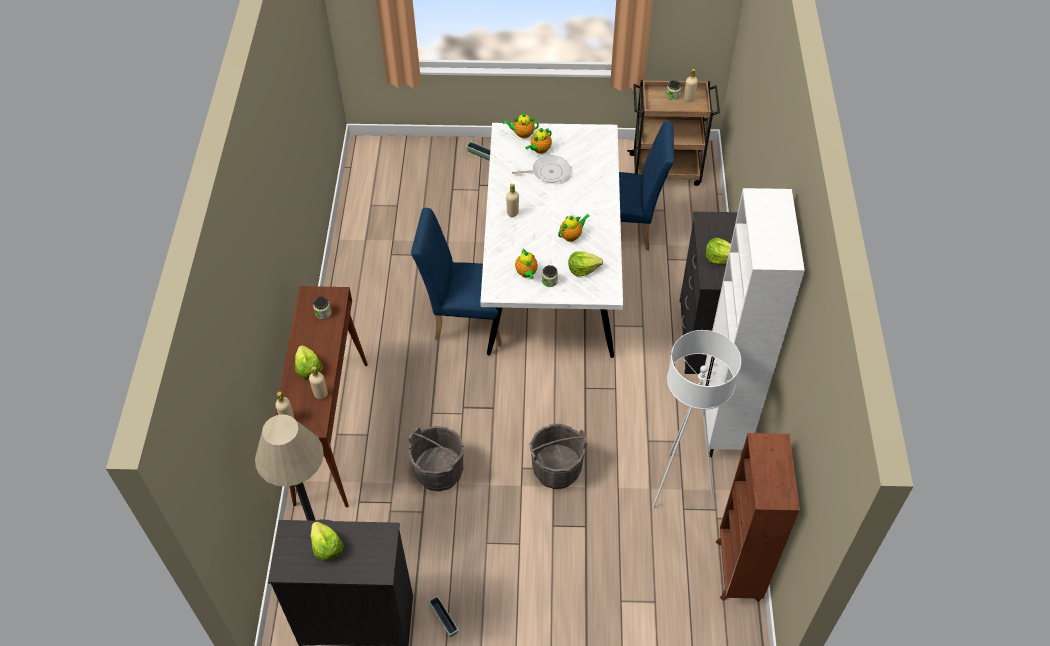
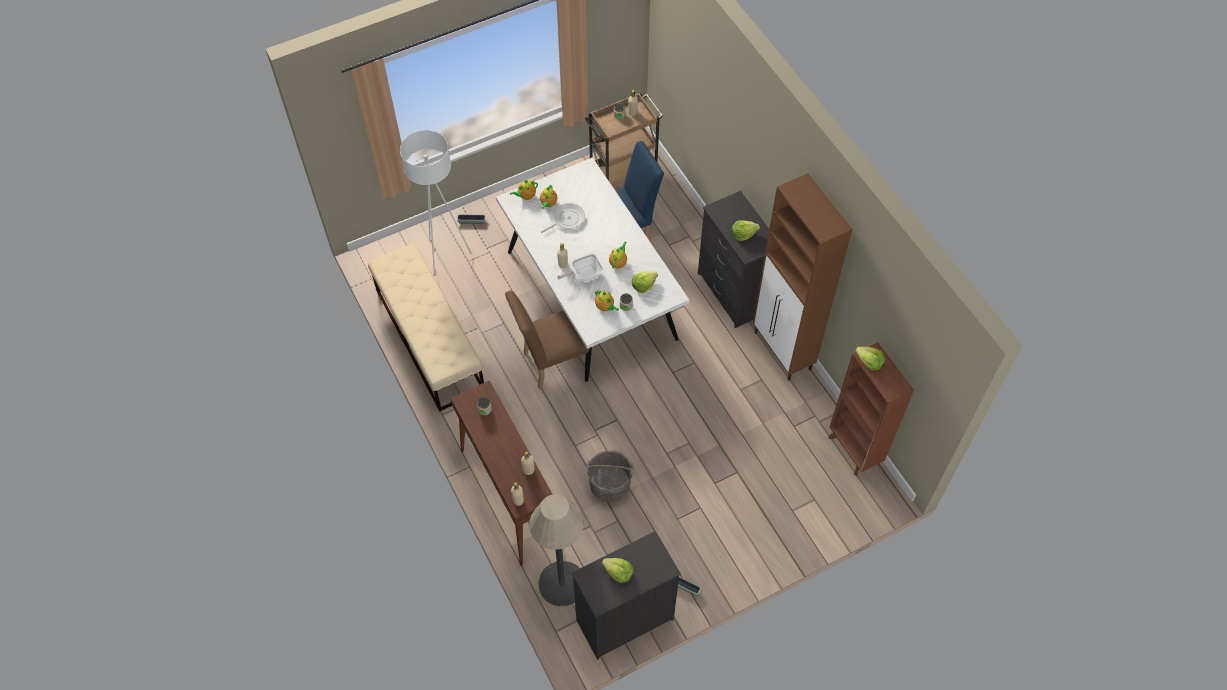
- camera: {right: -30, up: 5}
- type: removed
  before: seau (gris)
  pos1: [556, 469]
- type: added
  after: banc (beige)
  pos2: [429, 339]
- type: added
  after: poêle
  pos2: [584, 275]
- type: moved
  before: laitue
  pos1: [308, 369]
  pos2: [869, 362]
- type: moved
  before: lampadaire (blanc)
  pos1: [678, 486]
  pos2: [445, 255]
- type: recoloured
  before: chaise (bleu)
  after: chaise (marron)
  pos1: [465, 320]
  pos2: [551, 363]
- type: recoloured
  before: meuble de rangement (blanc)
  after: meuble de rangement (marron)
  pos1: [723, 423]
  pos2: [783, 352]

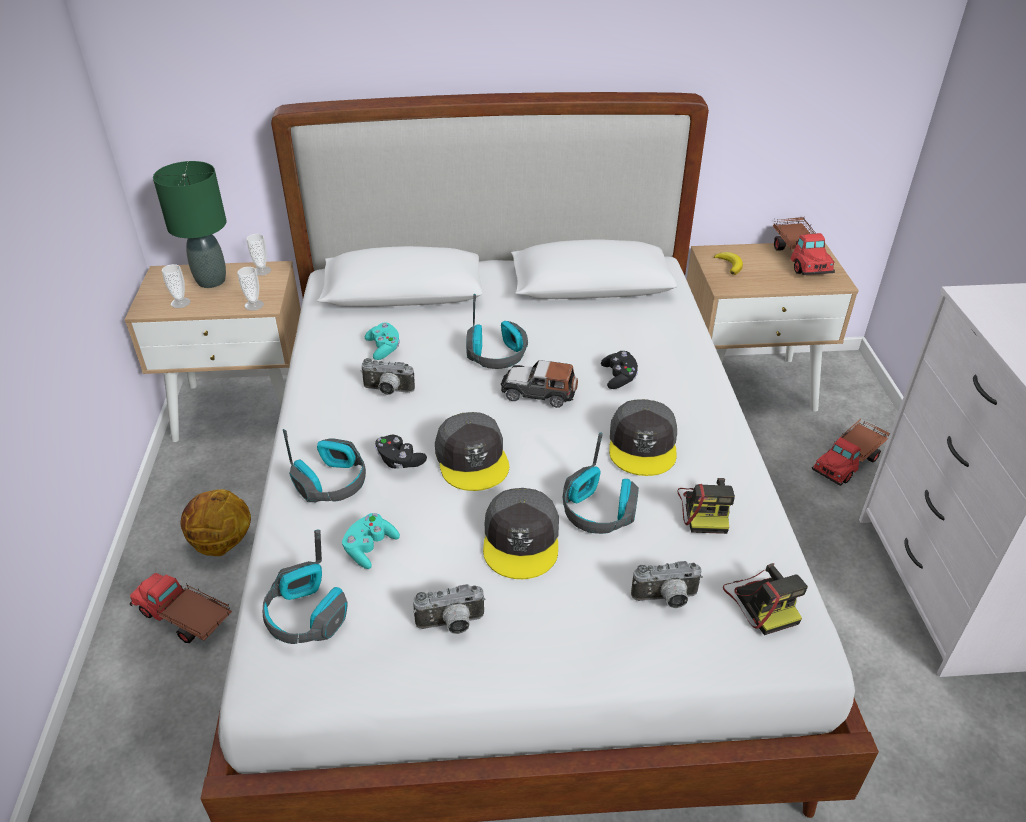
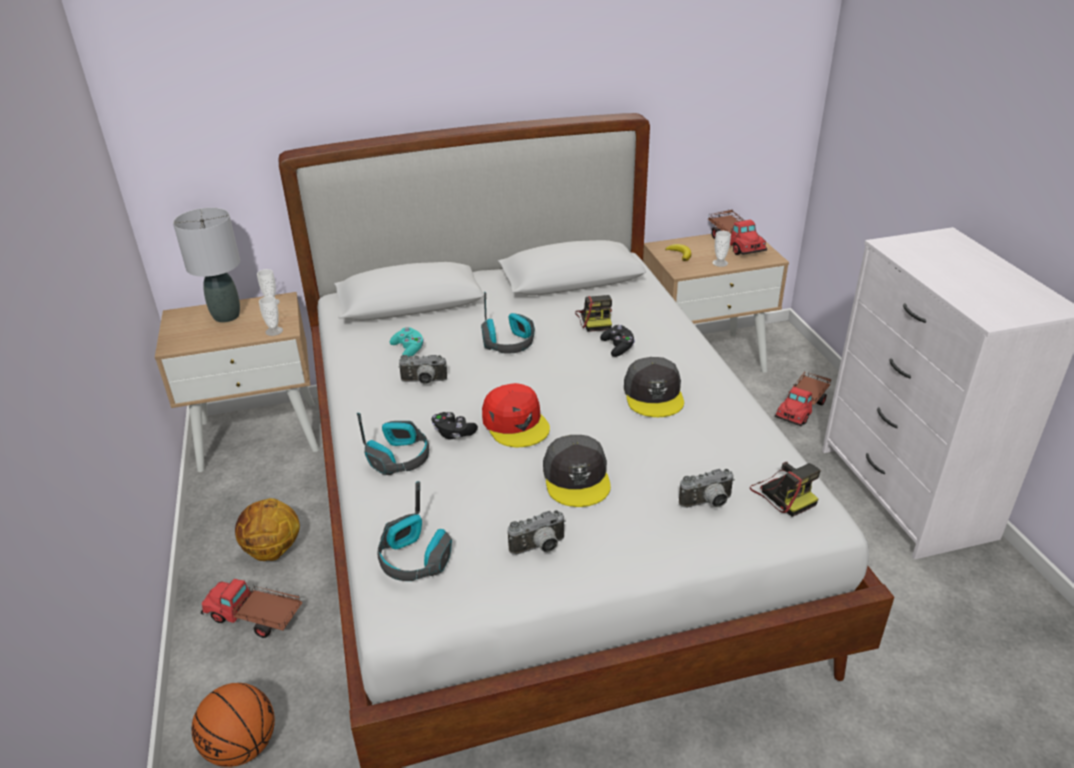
- camera: {right: -10, up: -5}
- type: removed
  before: manette (turquoise)
  pos1: [370, 548]
- type: removed
  before: petite voiture
  pos1: [539, 392]
- type: removed
  before: casque audio
  pos1: [598, 511]
- type: added
  after: ballon de basket
  pos2: [242, 746]
- type: moved
  before: tasse
  pos1: [180, 303]
  pos2: [720, 263]
- type: moved
  before: appareil photo
  pos1: [706, 509]
  pos2: [595, 319]
- type: recoloured
  before: lampe de table (vert)
  after: lampe de table (gris)
  pos1: [211, 281]
  pos2: [226, 316]
- type: recoloured
  before: casquette (gris)
  after: casquette (rouge)
  pos1: [472, 458]
  pos2: [516, 423]

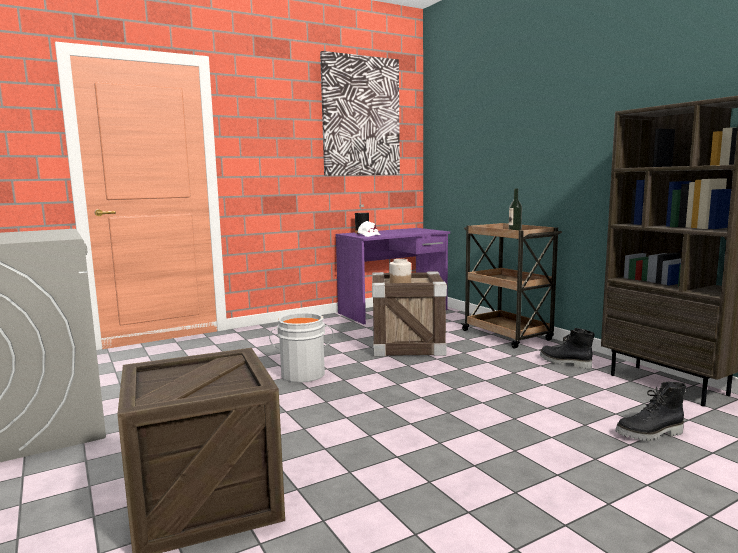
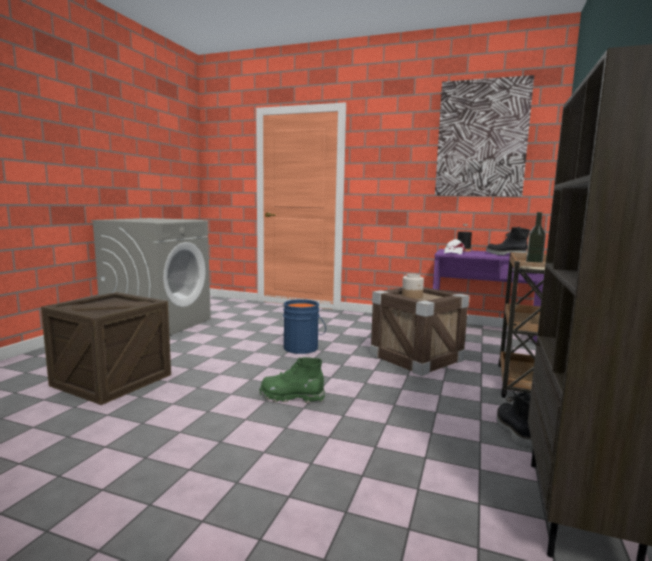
- camera: {right: 50, up: 0}
- type: added
  after: botte (vert)
  pos2: [291, 397]
- type: moved
  before: botte (noir)
  pos1: [650, 434]
  pos2: [505, 255]
- type: recoloured
  before: seau (gris)
  after: seau (bleu)
  pos1: [303, 374]
  pos2: [302, 347]

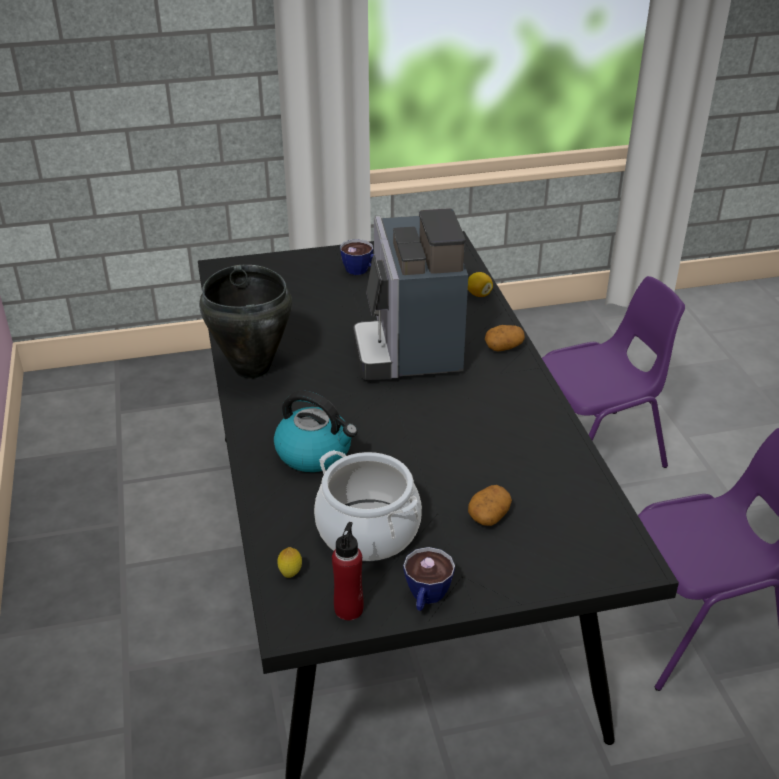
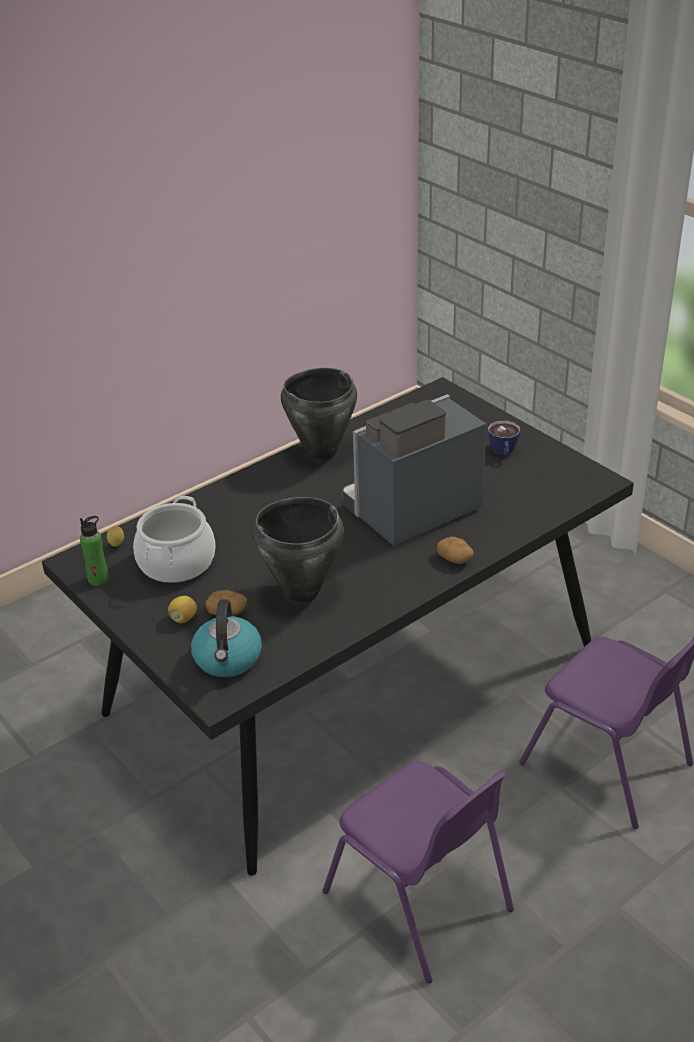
- camera: {right: 65, up: 0}
- type: removed
  before: tasse
  pos1: [426, 598]
- type: added
  after: marmite (noir)
  pos2: [300, 592]
- type: moved
  before: bouilloire
  pos1: [315, 453]
  pos2: [228, 659]
- type: moved
  before: citron
  pos1: [478, 294]
  pos2: [183, 618]
- type: recoloured
  before: bouteille (rouge)
  after: bouteille (vert)
  pos1: [349, 609]
  pos2: [98, 579]

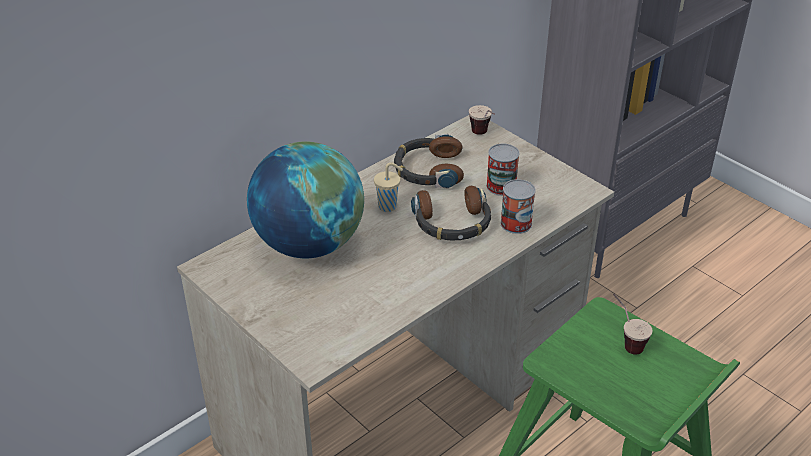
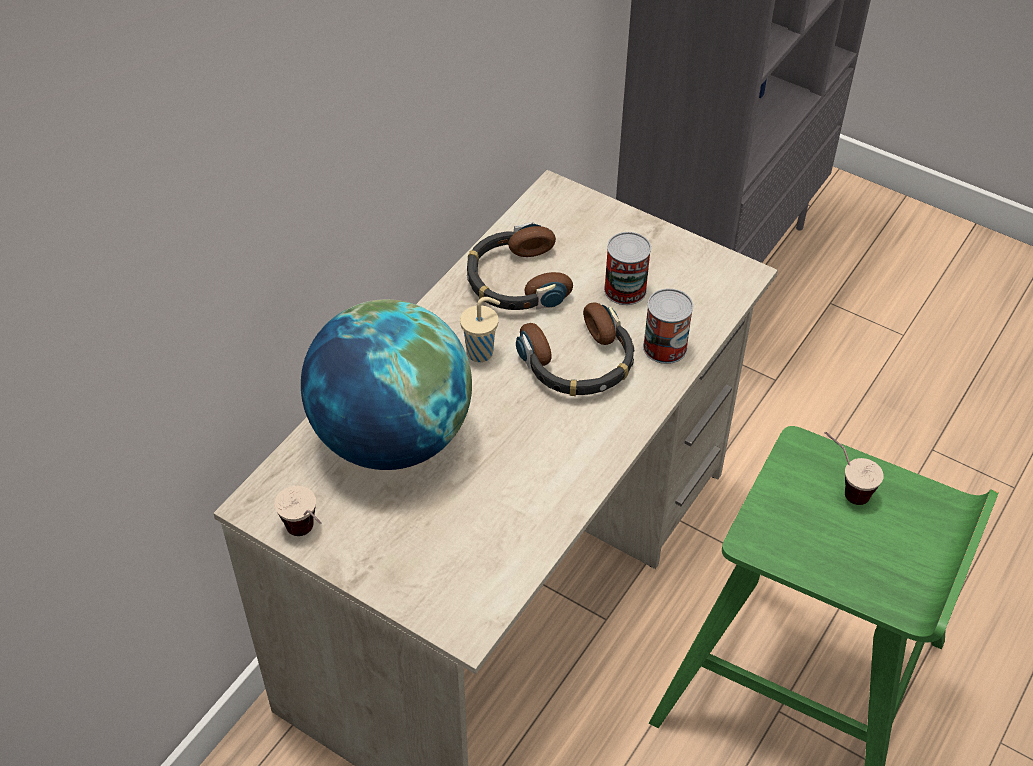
- camera: {right: -15, up: 10}
- type: moved
  before: tasse
  pos1: [483, 135]
  pos2: [308, 537]

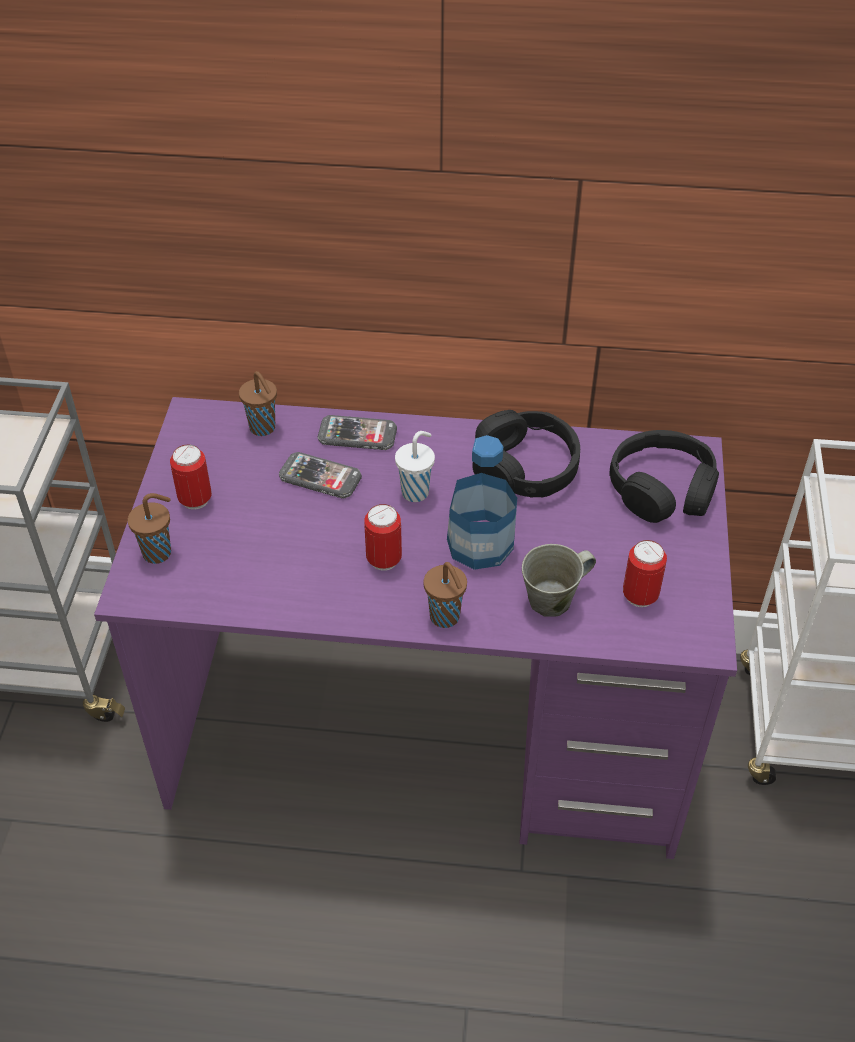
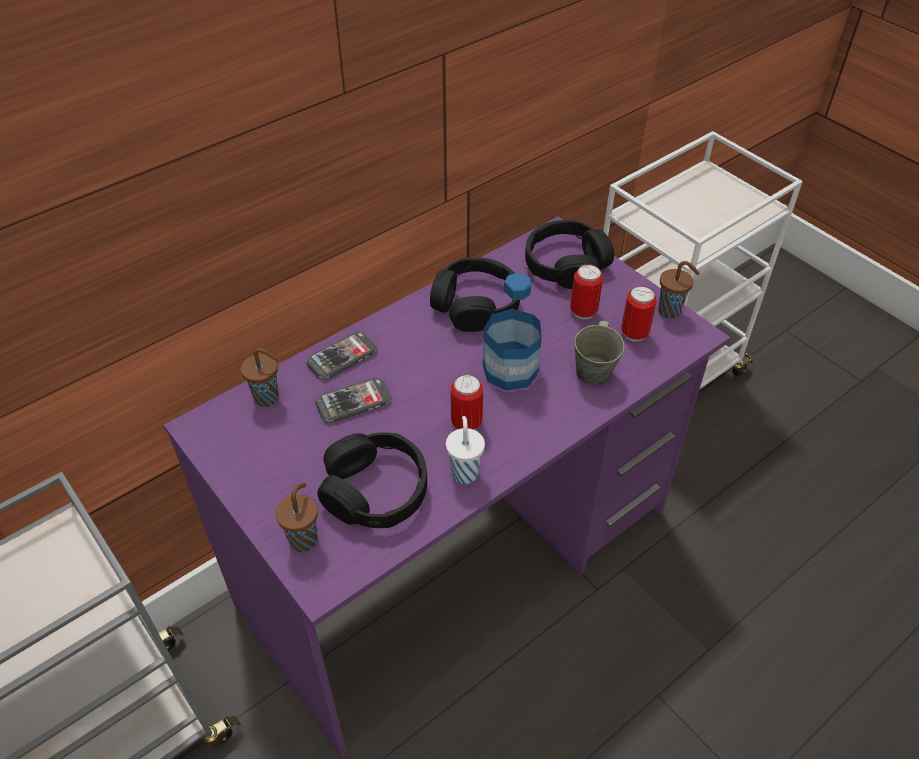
- camera: {right: -45, up: 0}
- type: added
  after: casque audio (noir)
  pos2: [375, 490]
- type: moved
  before: boîte métallique
  pos1: [195, 499]
  pos2: [583, 311]
- type: moved
  before: tasse (blanc)
  pos1: [416, 492]
  pos2: [464, 472]
- type: moved
  before: tasse (marron)
  pos1: [446, 618]
  pos2: [670, 311]

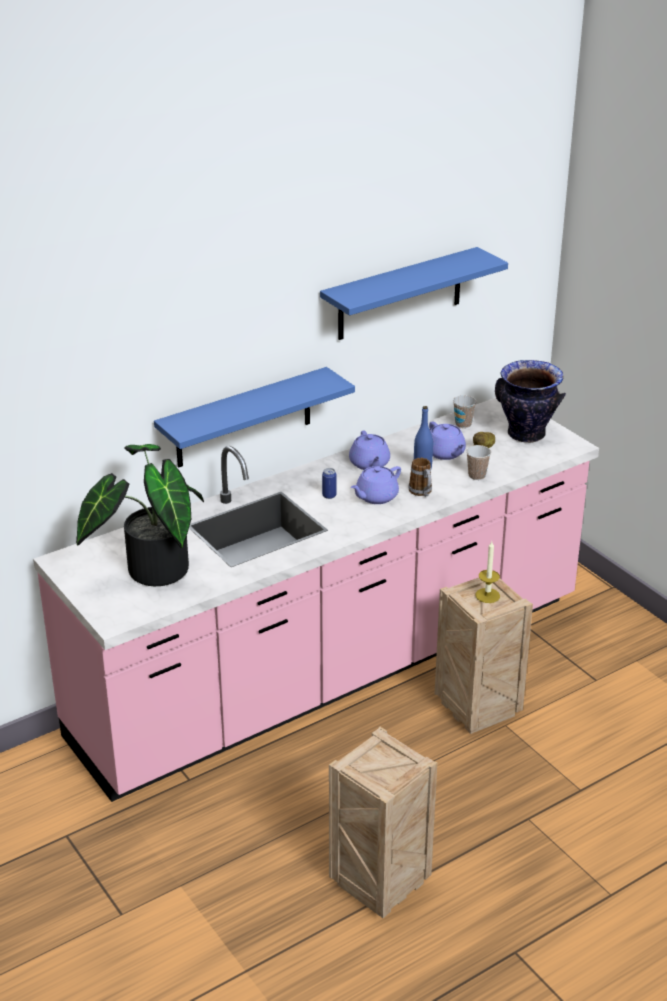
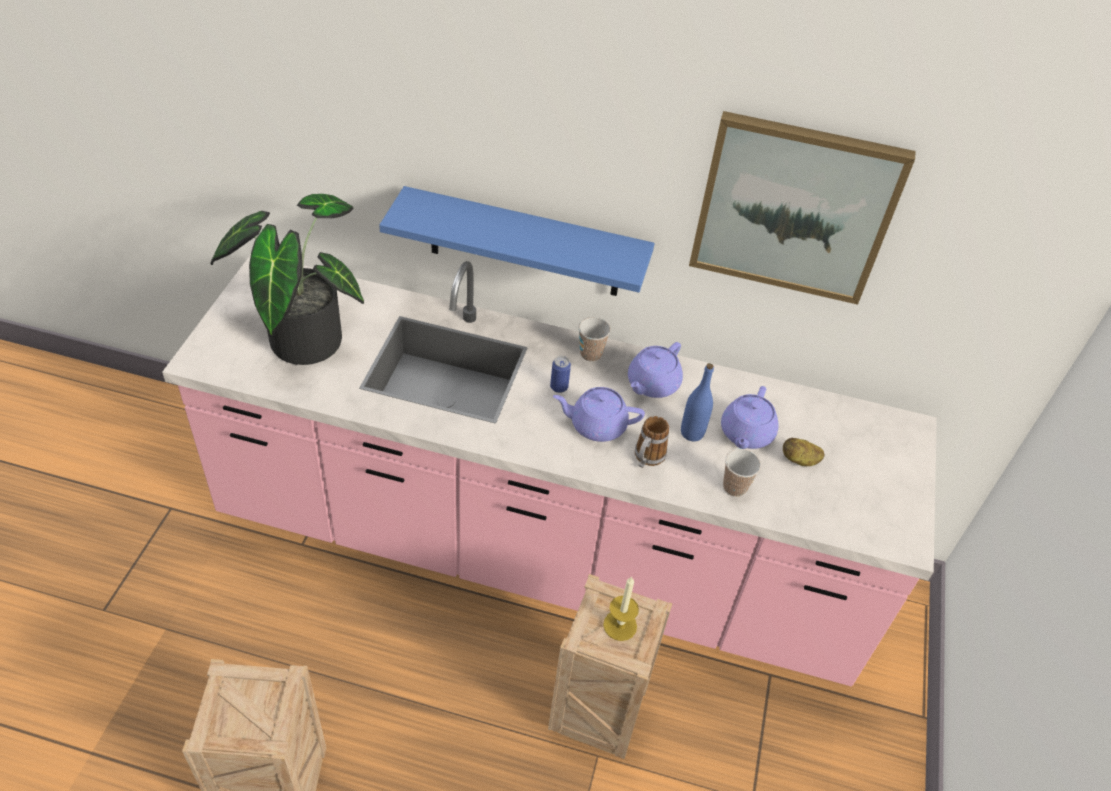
- camera: {right: 45, up: 15}
- type: removed
  before: vase
  pos1: [526, 435]
- type: moved
  before: tasse
  pos1: [463, 424]
  pos2: [591, 354]
- type: replaced
  before: étagère (bleu)
  after: tableau
  pos1: [400, 294]
  pos2: [794, 208]

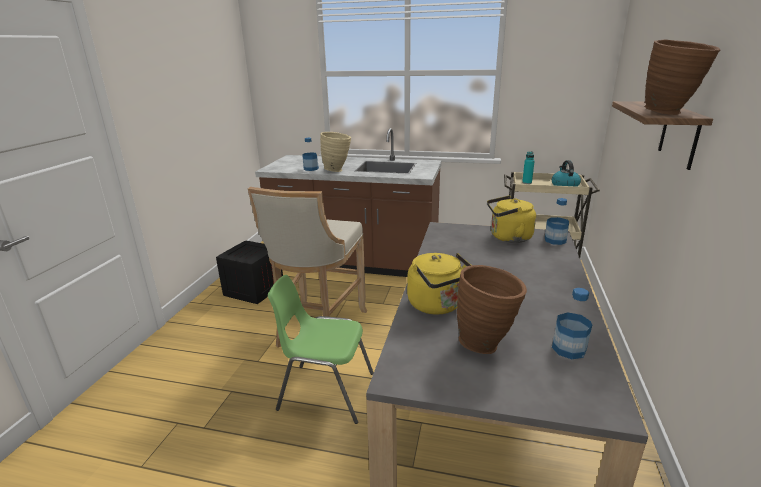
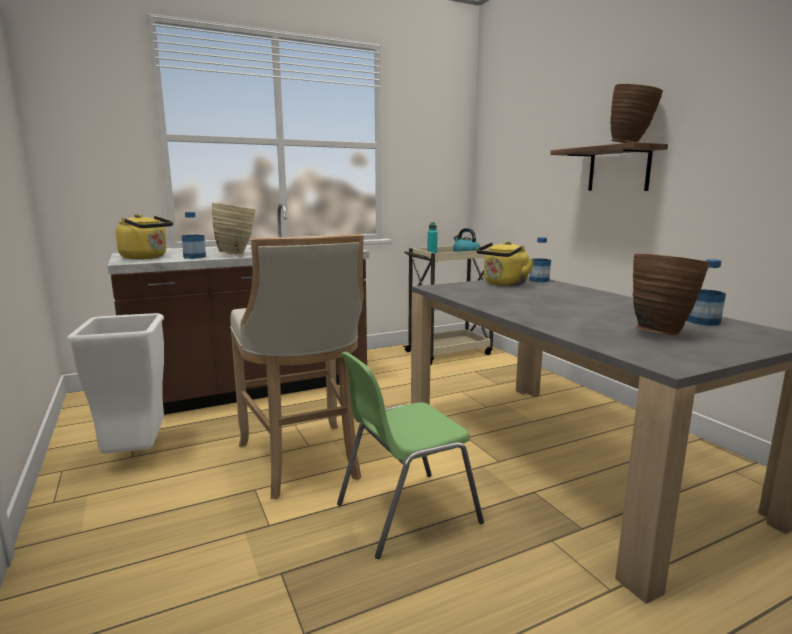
- camera: {right: -40, up: -10}
- type: moved
  before: bouilloire (jaune)
  pos1: [438, 305]
  pos2: [146, 257]
- type: replaced
  before: caisse
  after: poubelle (blanc)
  pos1: [254, 289]
  pos2: [136, 455]

